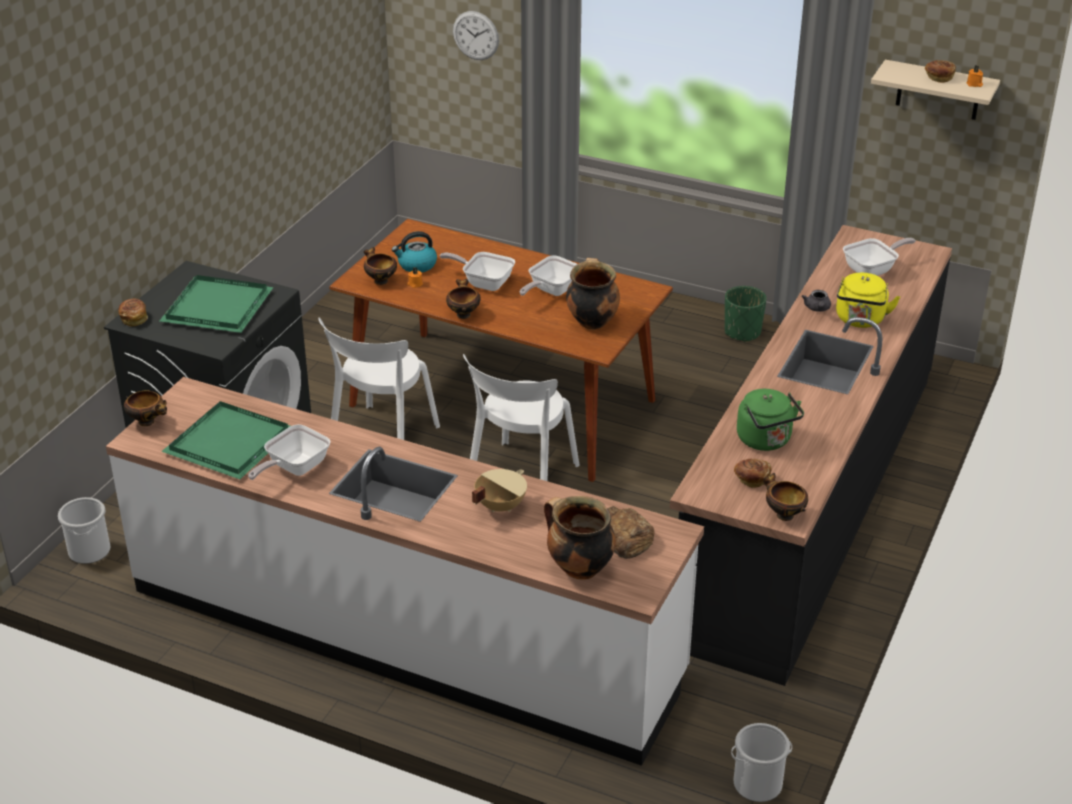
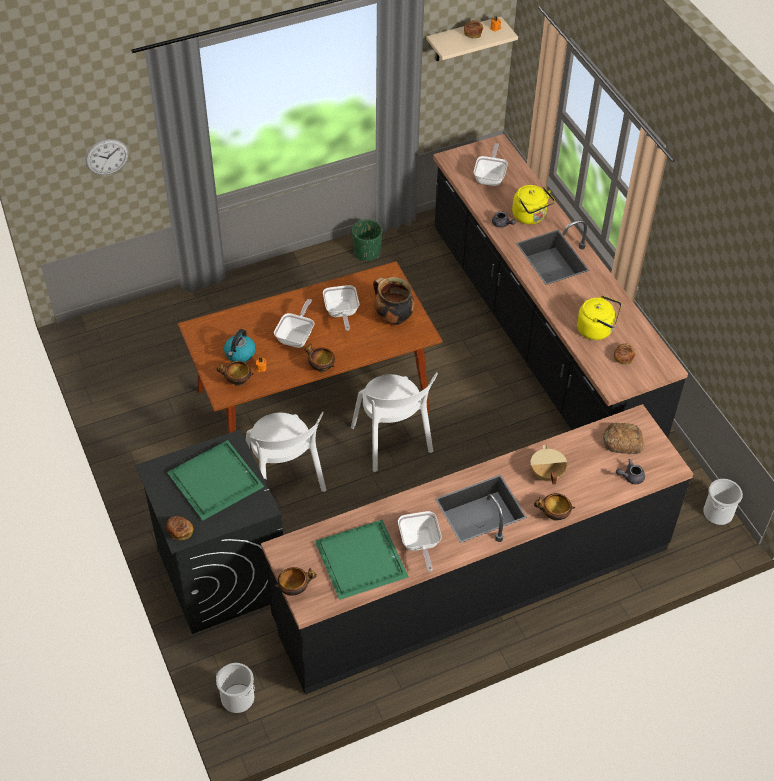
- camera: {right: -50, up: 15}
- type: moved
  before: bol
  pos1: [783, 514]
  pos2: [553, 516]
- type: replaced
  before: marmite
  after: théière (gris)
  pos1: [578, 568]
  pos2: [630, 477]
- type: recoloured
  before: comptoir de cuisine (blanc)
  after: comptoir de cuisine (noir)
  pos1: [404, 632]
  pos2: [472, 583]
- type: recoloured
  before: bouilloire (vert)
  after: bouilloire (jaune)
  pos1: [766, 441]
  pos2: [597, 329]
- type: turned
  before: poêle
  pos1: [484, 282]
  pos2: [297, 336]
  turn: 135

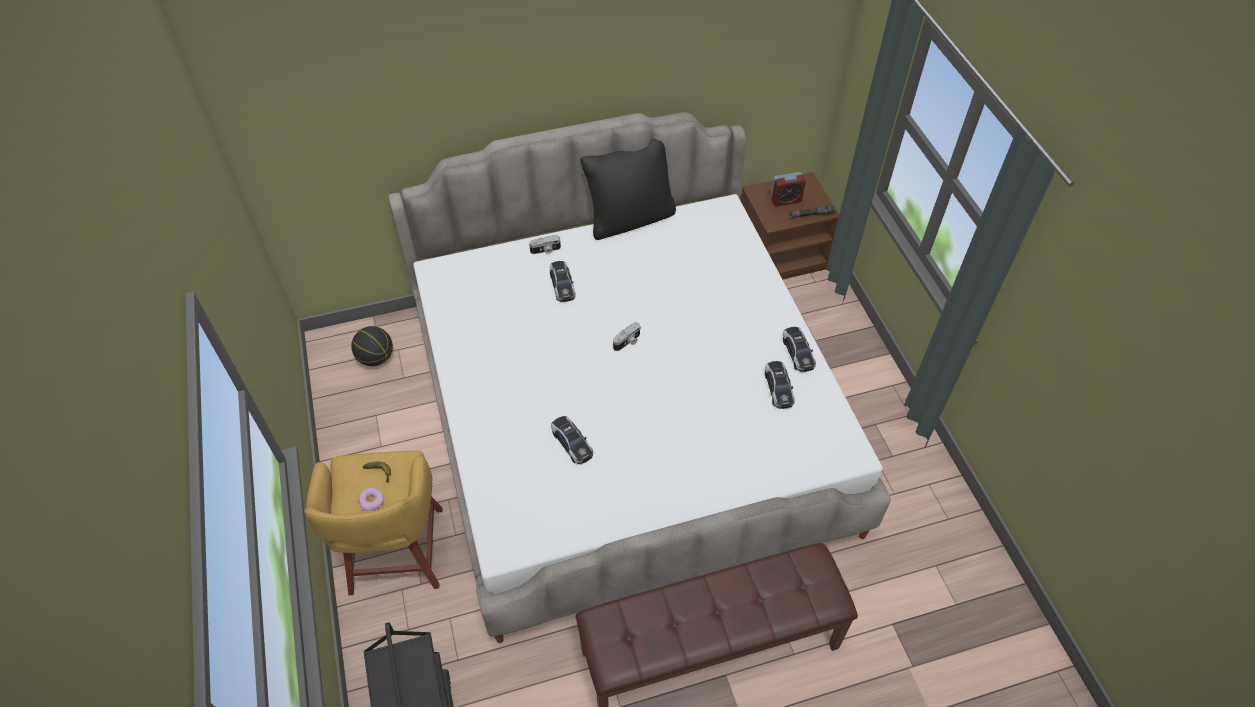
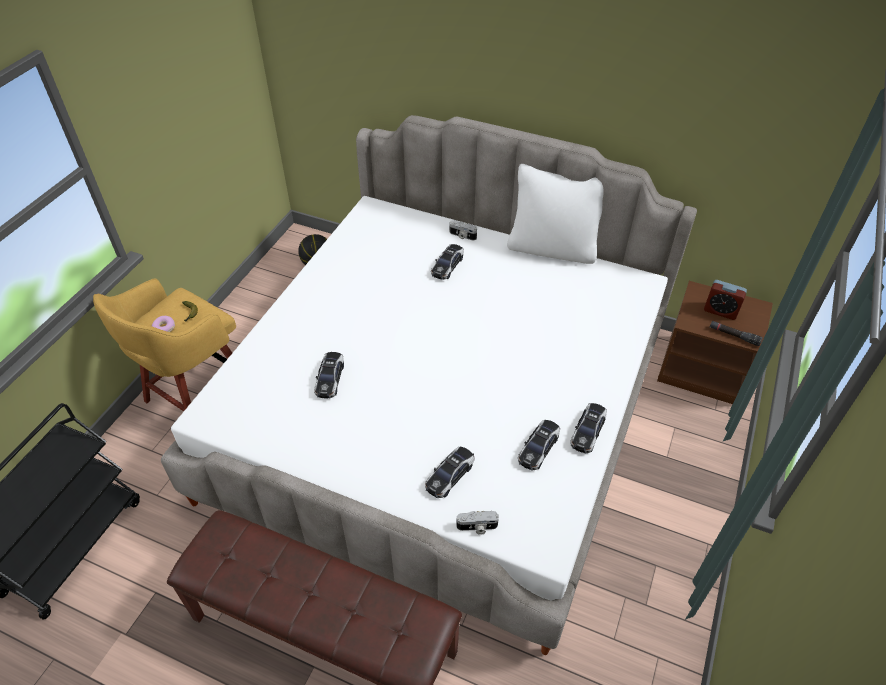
- camera: {right: 40, up: -5}
- type: added
  after: petite voiture
  pos2: [450, 475]
- type: moved
  before: appareil photo
  pos1: [627, 342]
  pos2: [477, 527]
- type: recoloured
  before: coussin (noir)
  after: coussin (blanc)
  pos1: [630, 218]
  pos2: [552, 248]

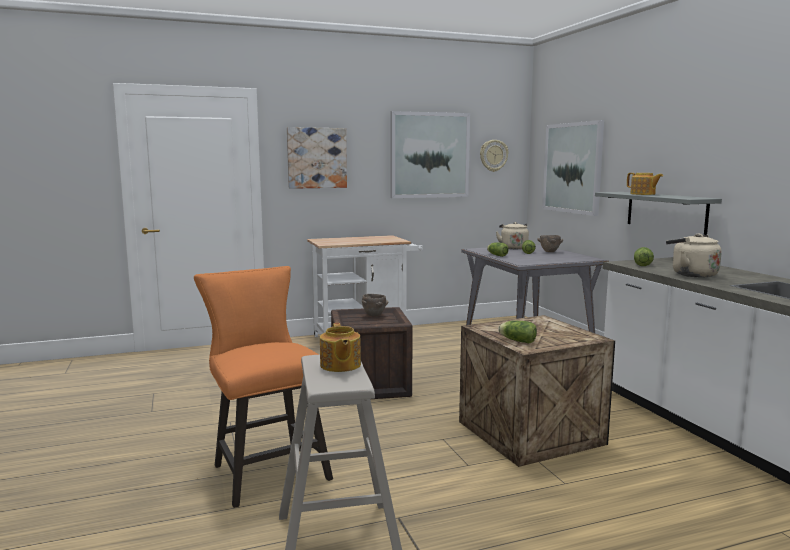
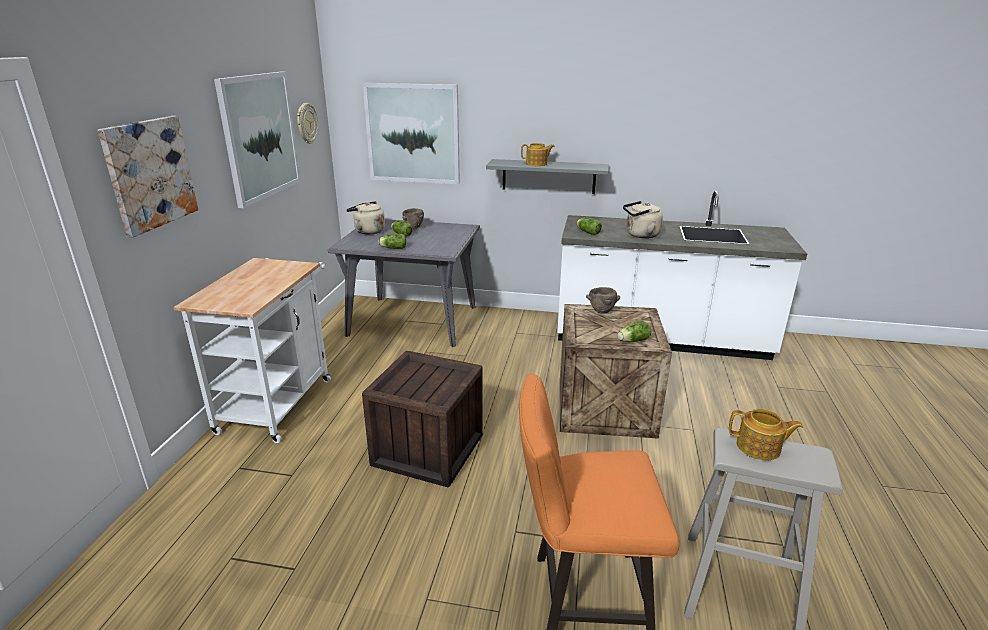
- camera: {right: -60, up: 15}
- type: moved
  before: bol (marron)
  pos1: [374, 316]
  pos2: [602, 312]

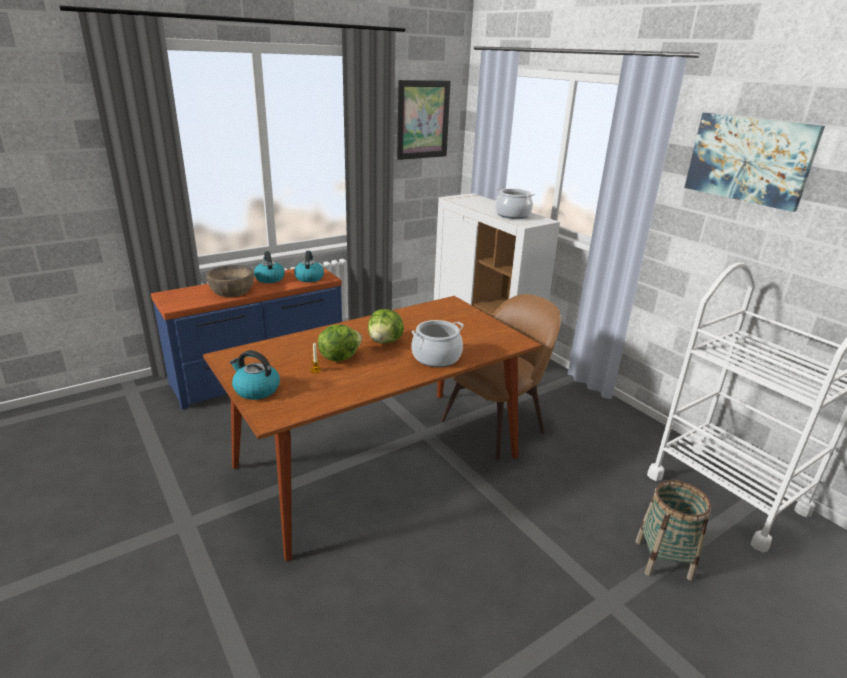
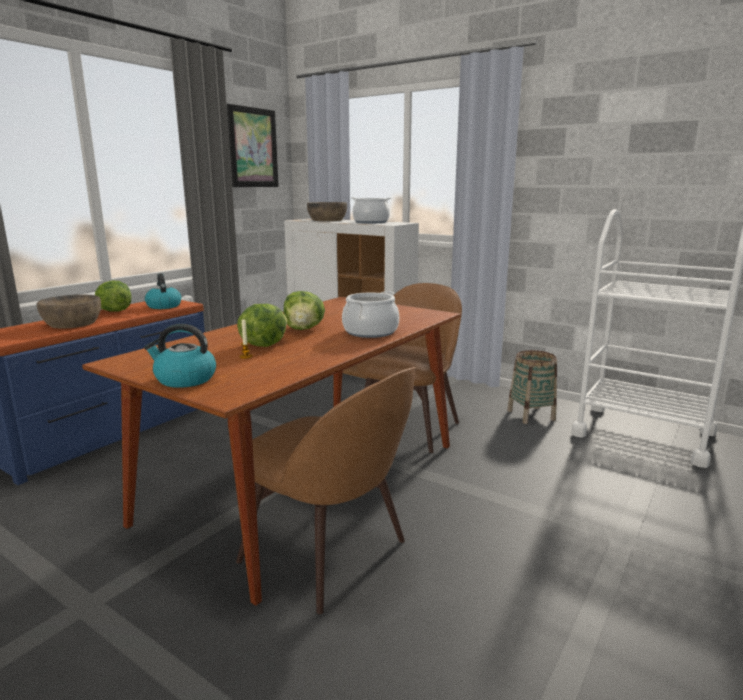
- camera: {right: -20, up: -10}
- type: removed
  before: tableau
  pos1: [749, 159]
- type: added
  after: chaise (marron)
  pos2: [328, 554]
- type: added
  after: bol (marron)
  pos2: [327, 220]
- type: moved
  before: panier
  pos1: [663, 559]
  pos2: [530, 415]
- type: replaced
  before: bouilloire
  after: laitue
  pos1: [269, 278]
  pos2: [114, 311]

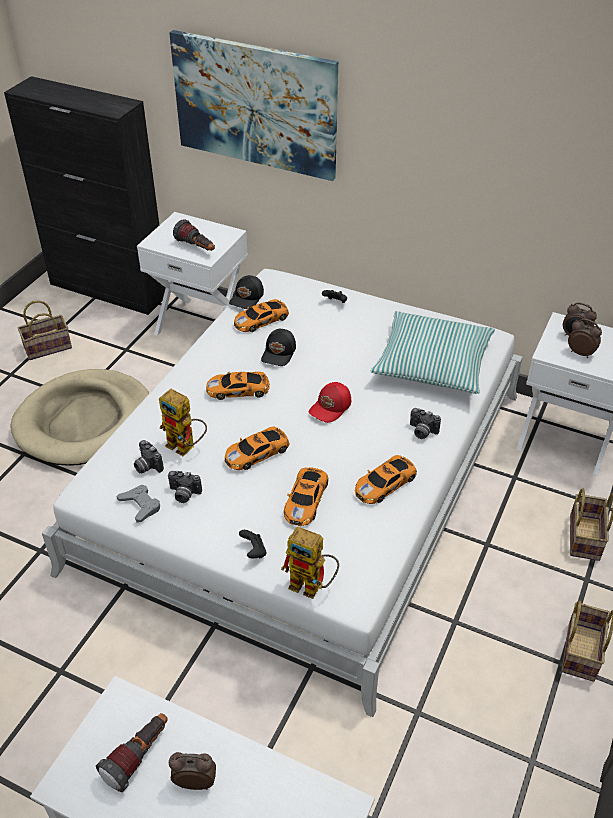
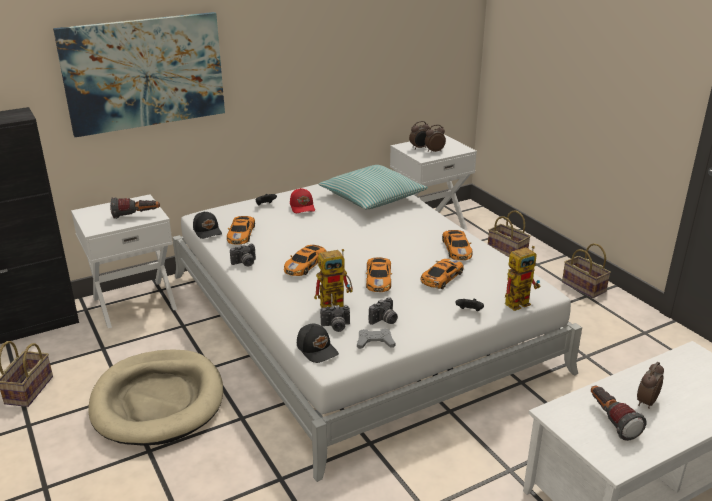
- camera: {right: -55, up: -15}
- type: moved
  before: casquette (noir)
  pos1: [279, 353]
  pos2: [317, 349]
- type: moved
  before: casquette (rouge)
  pos1: [331, 408]
  pos2: [303, 207]
- type: moved
  before: appareil photo
  pos1: [421, 432]
  pos2: [245, 263]
- type: turned
  before: petite voiture
  pos1: [306, 499]
  pos2: [441, 278]
  turn: -105

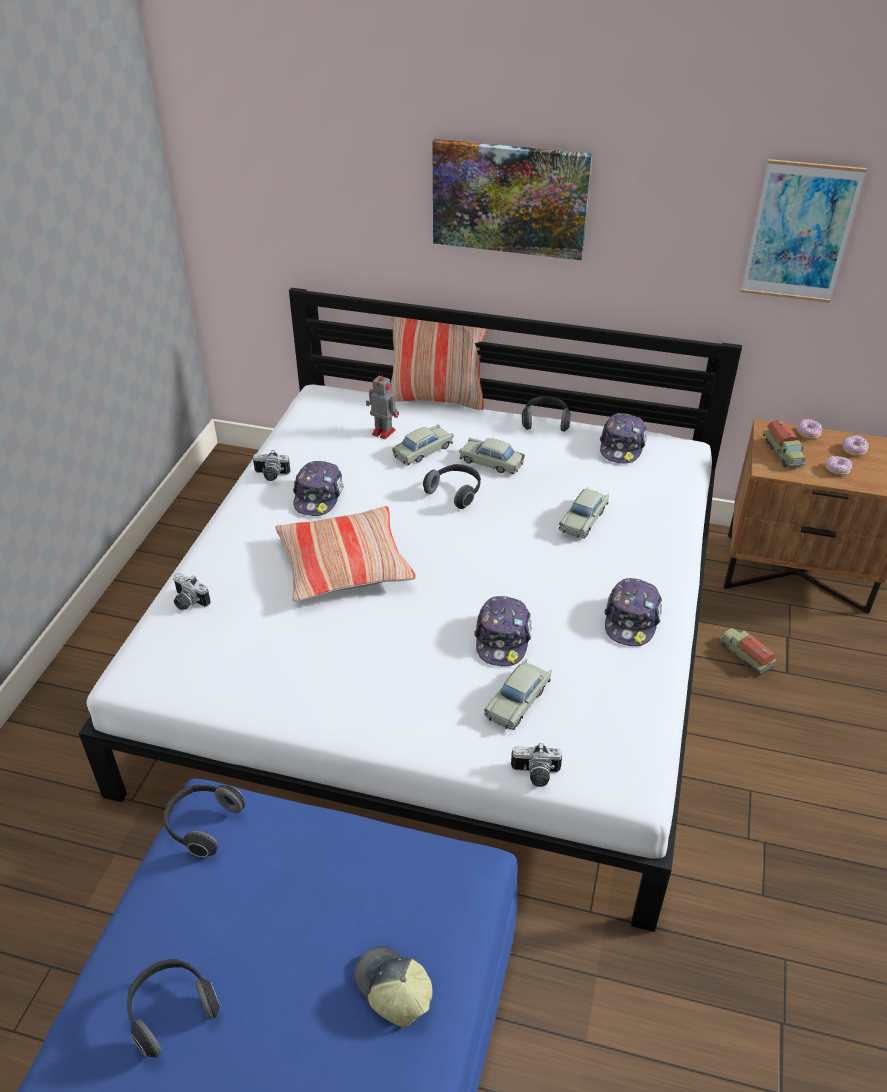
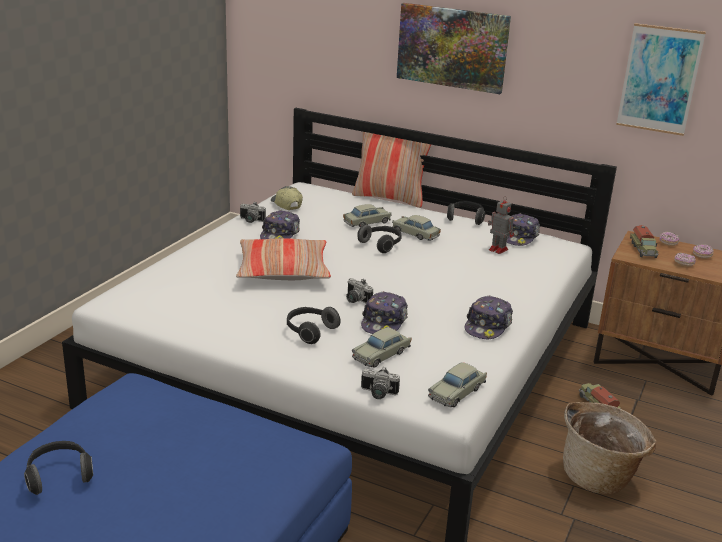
- camera: {right: 10, up: -15}
- type: added
  after: panier
  pos2: [600, 476]
- type: moved
  before: casque audio
  pos1: [202, 825]
  pos2: [310, 331]
- type: moved
  before: appareil photo
  pos1: [188, 602]
  pos2: [355, 300]
- type: moved
  before: casquette
  pos1: [392, 990]
  pos2: [286, 205]
- type: moved
  before: robot jouet
  pos1: [382, 432]
  pos2: [497, 249]
- type: moved
  before: petite voiture (beige)
  pos1: [583, 519]
  pos2: [457, 392]

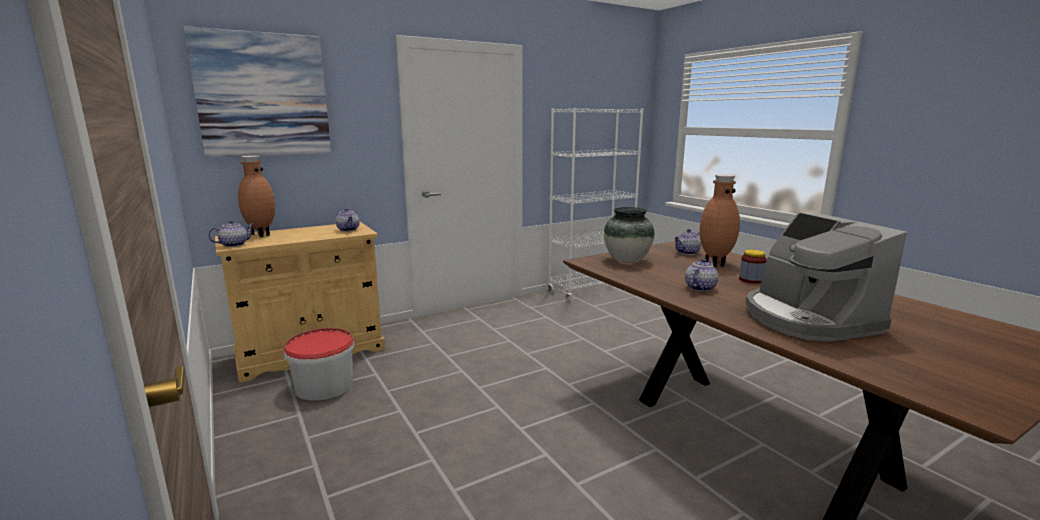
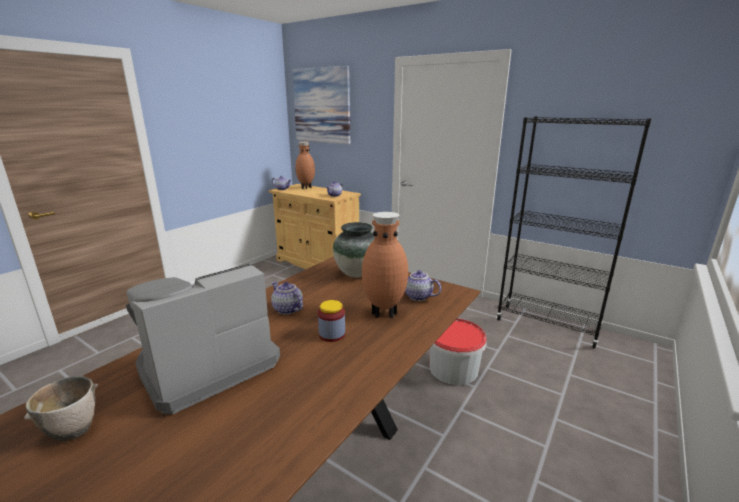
- camera: {right: 65, up: 5}
- type: added
  after: bol
  pos2: [76, 430]
- type: moved
  before: seau
  pos1: [324, 385]
  pos2: [453, 369]
- type: recoloured
  before: bibliothèque (blanc)
  after: bibliothèque (noir)
  pos1: [590, 290]
  pos2: [547, 326]
- type: turned
  before: théière
  pos1: [699, 288]
  pos2: [287, 309]
  turn: -150

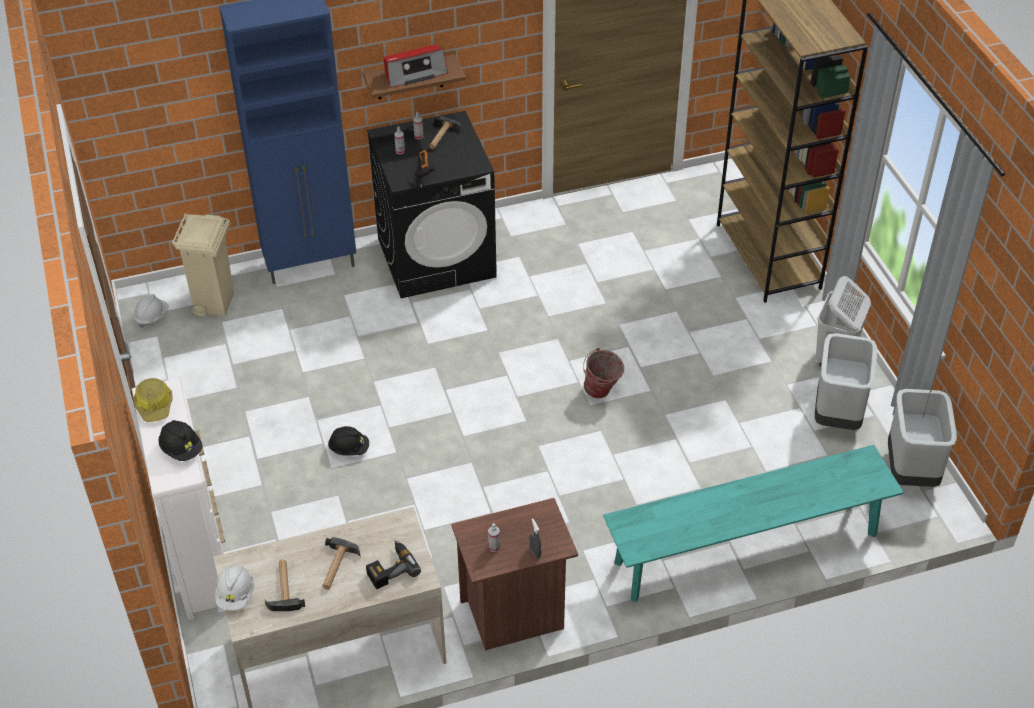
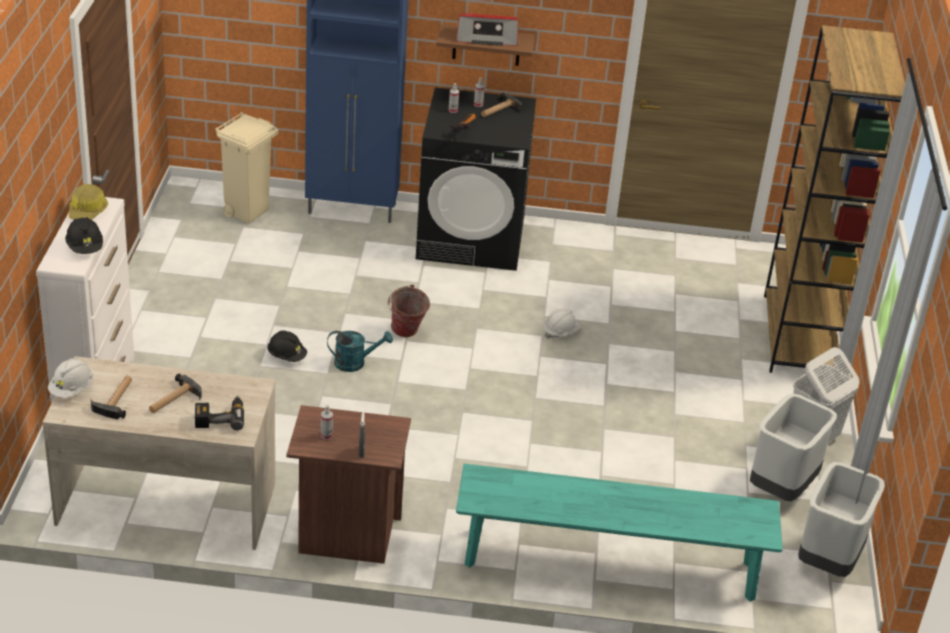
- camera: {right: 20, up: -10}
- type: added
  after: arrosoir (turquoise)
  pos2: [355, 363]
- type: moved
  before: casque de chantier (blanc)
  pos1: [152, 316]
  pos2: [561, 332]
- type: moved
  before: seau
  pos1: [602, 393]
  pos2: [406, 333]

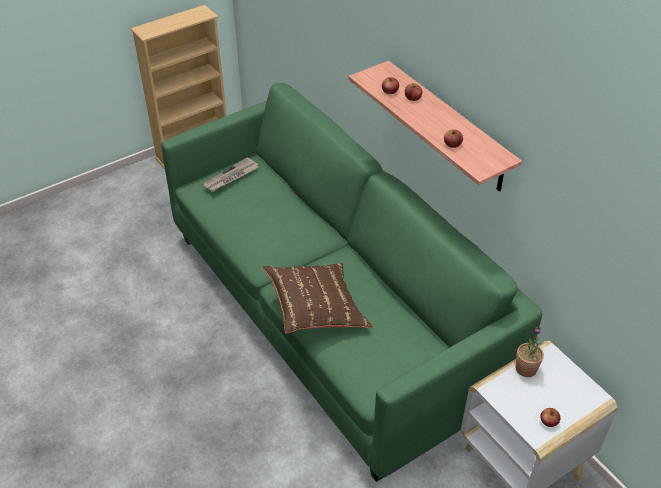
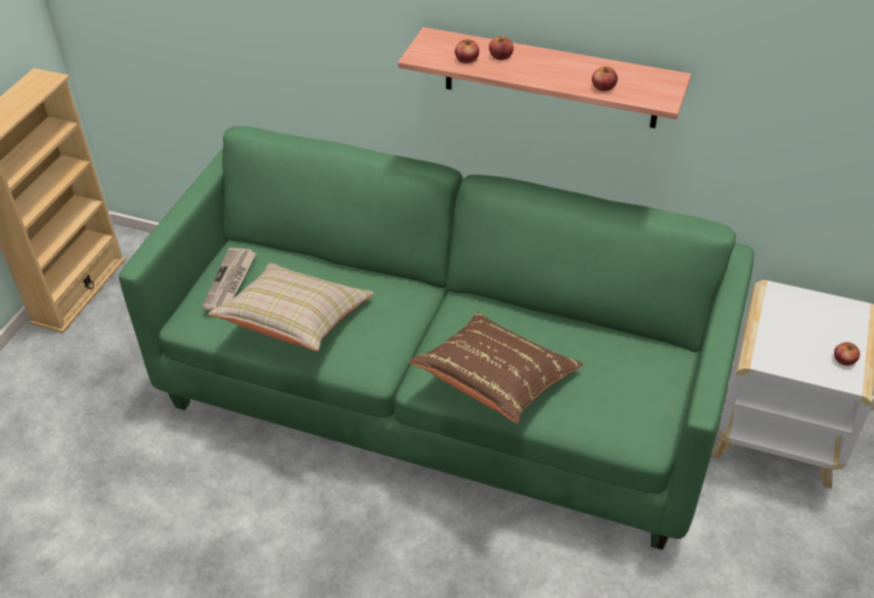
- camera: {right: -35, up: 0}
- type: removed
  before: plante en pot
  pos1: [526, 369]
- type: added
  after: coussin (beige)
  pos2: [295, 322]

